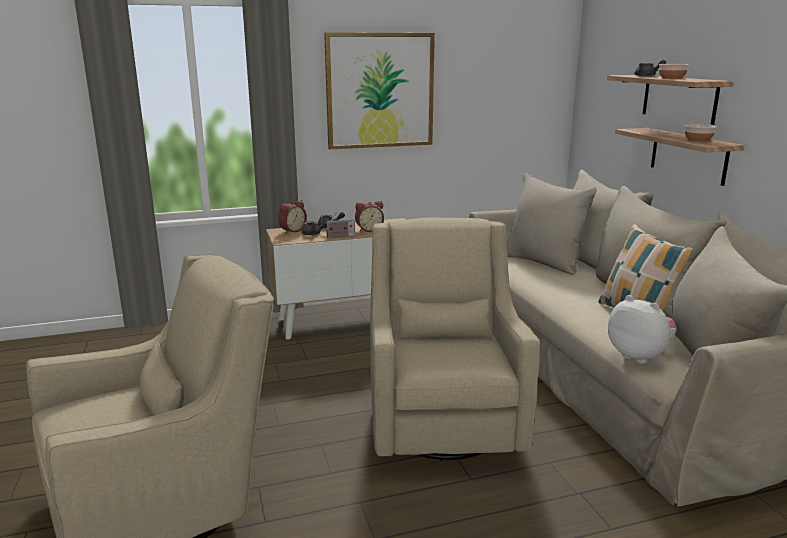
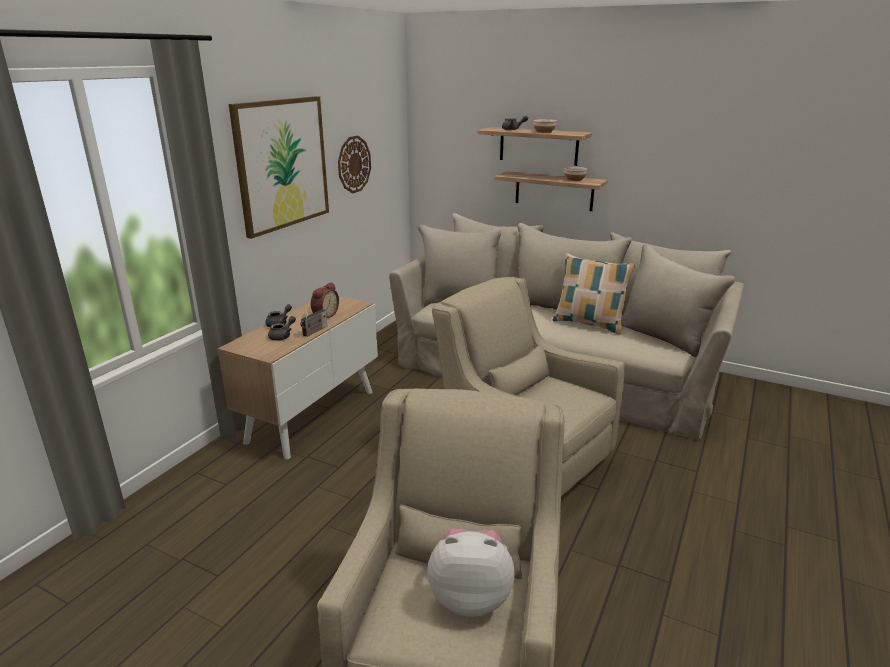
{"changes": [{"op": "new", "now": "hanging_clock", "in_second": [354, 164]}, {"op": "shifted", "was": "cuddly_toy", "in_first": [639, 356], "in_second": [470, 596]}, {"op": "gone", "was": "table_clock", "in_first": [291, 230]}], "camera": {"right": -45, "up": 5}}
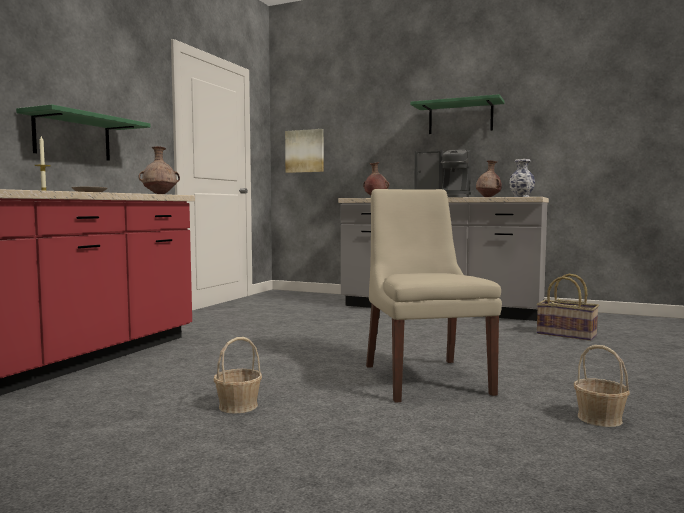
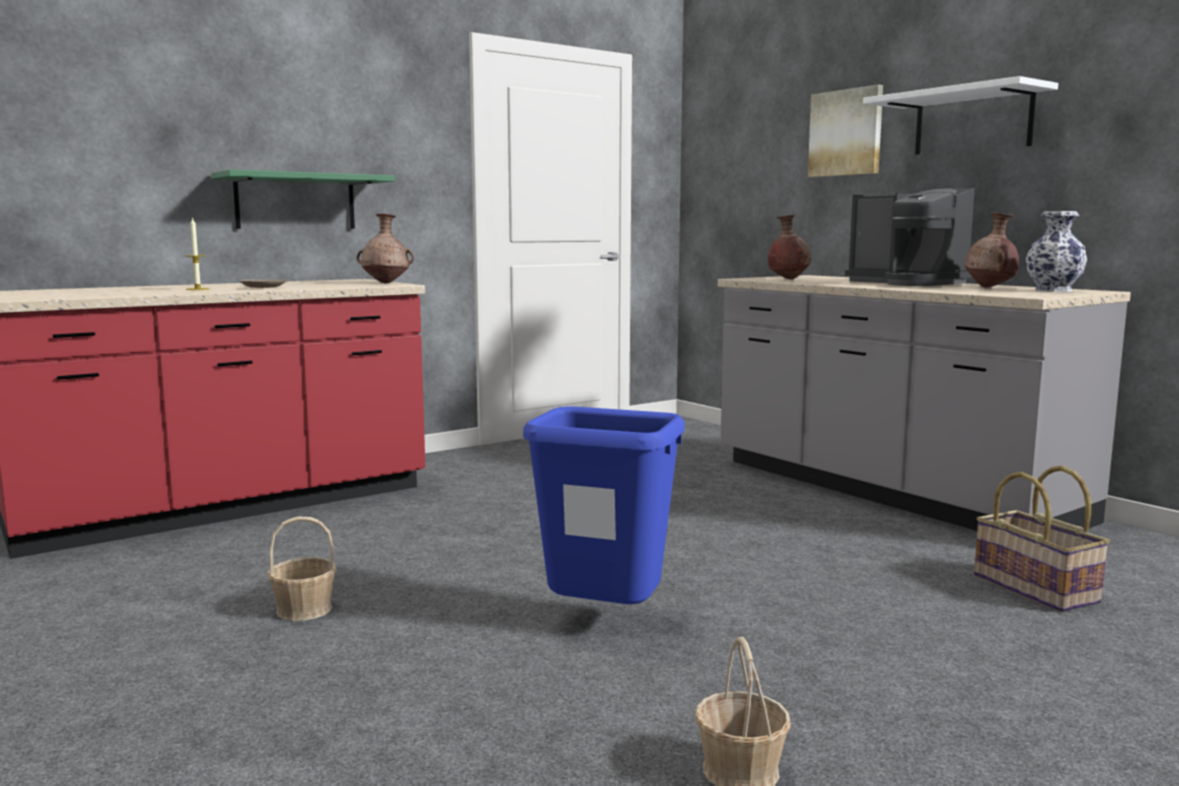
{"changes": [{"op": "swapped", "was": "sand-coloured_upright_chair", "now": "blue_trash_can", "in_first": [424, 378], "in_second": [605, 623]}, {"op": "shifted", "was": "picture", "in_first": [305, 151], "in_second": [846, 133]}, {"op": "repainted", "was": "greenish_shelf", "now": "white-coloured_shelf", "in_first": [460, 118], "in_second": [972, 122]}], "camera": {"right": 30, "up": 5}}
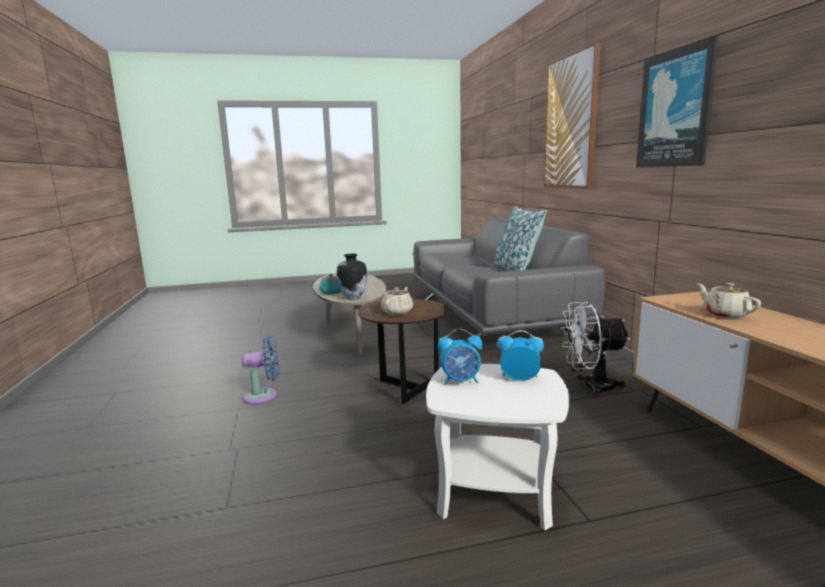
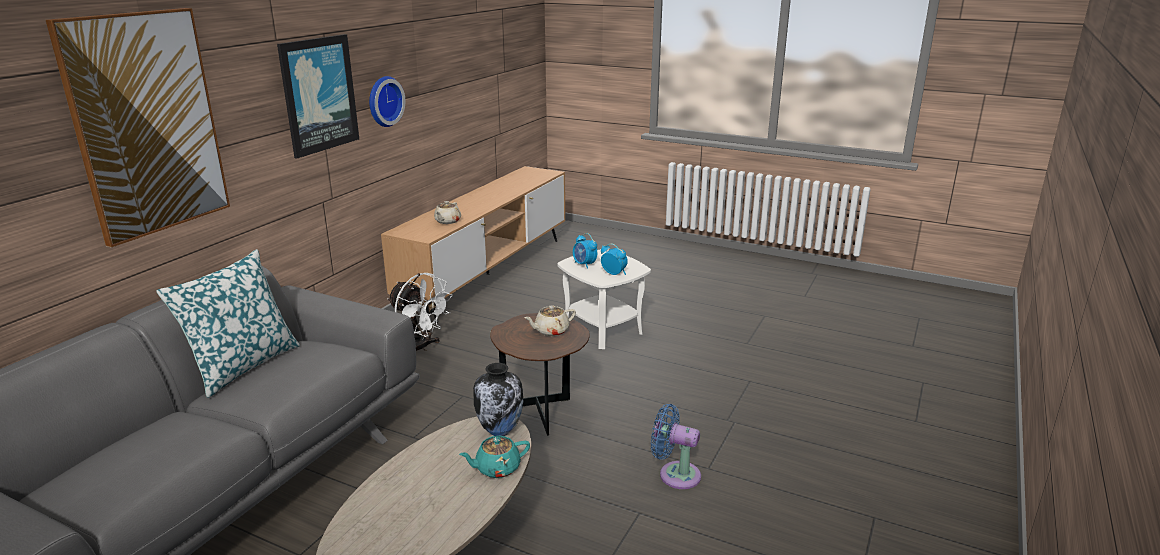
{"changes": [{"op": "new", "now": "hanging_clock", "in_second": [383, 101]}], "camera": {"right": -140, "up": 10}}
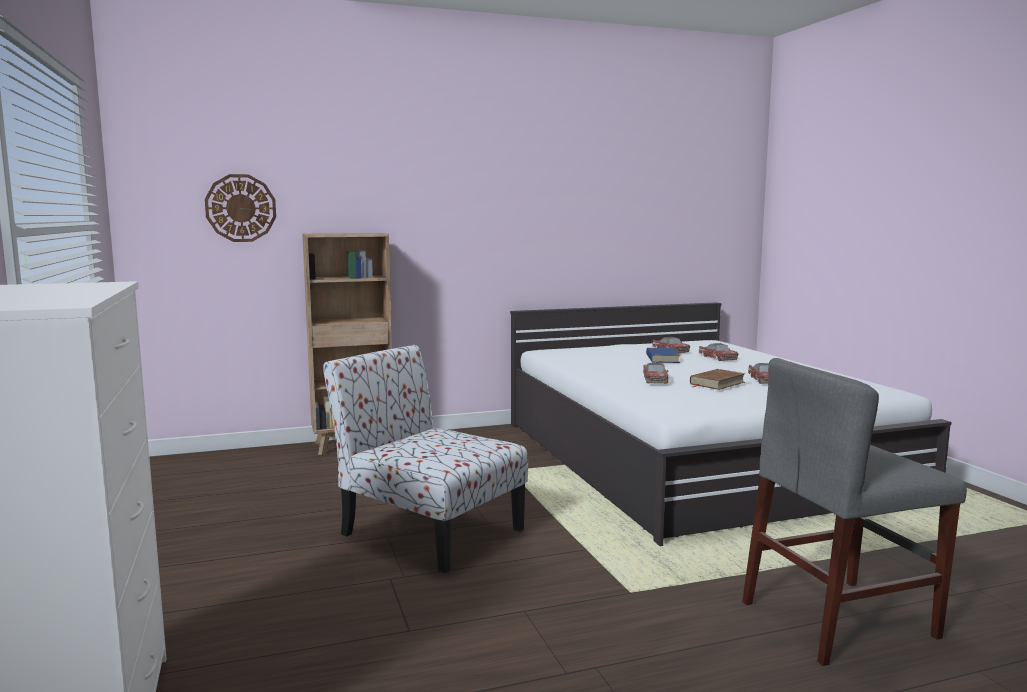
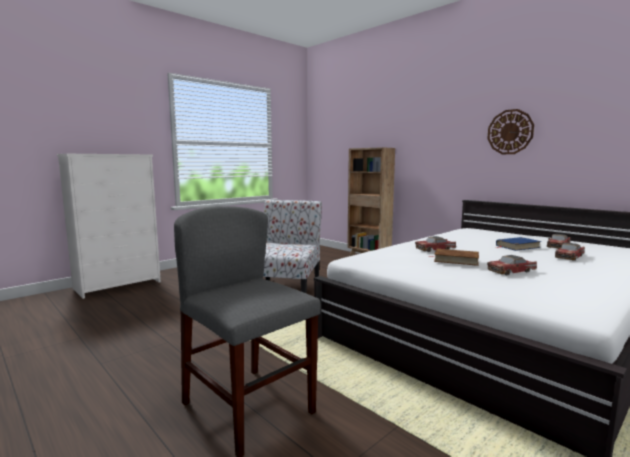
{"changes": [{"op": "shifted", "was": "hanging_clock", "in_first": [241, 208], "in_second": [510, 132]}], "camera": {"right": 65, "up": 0}}
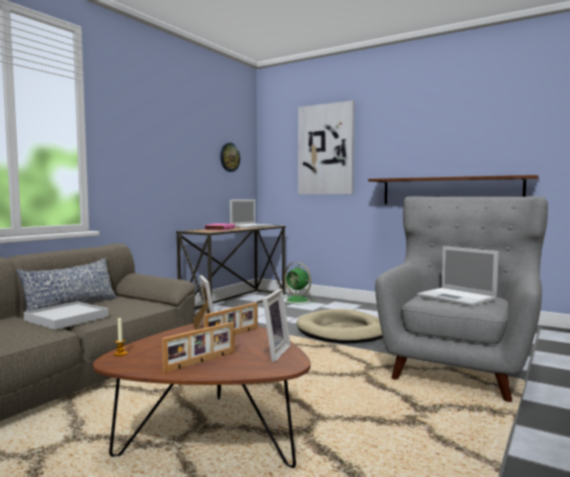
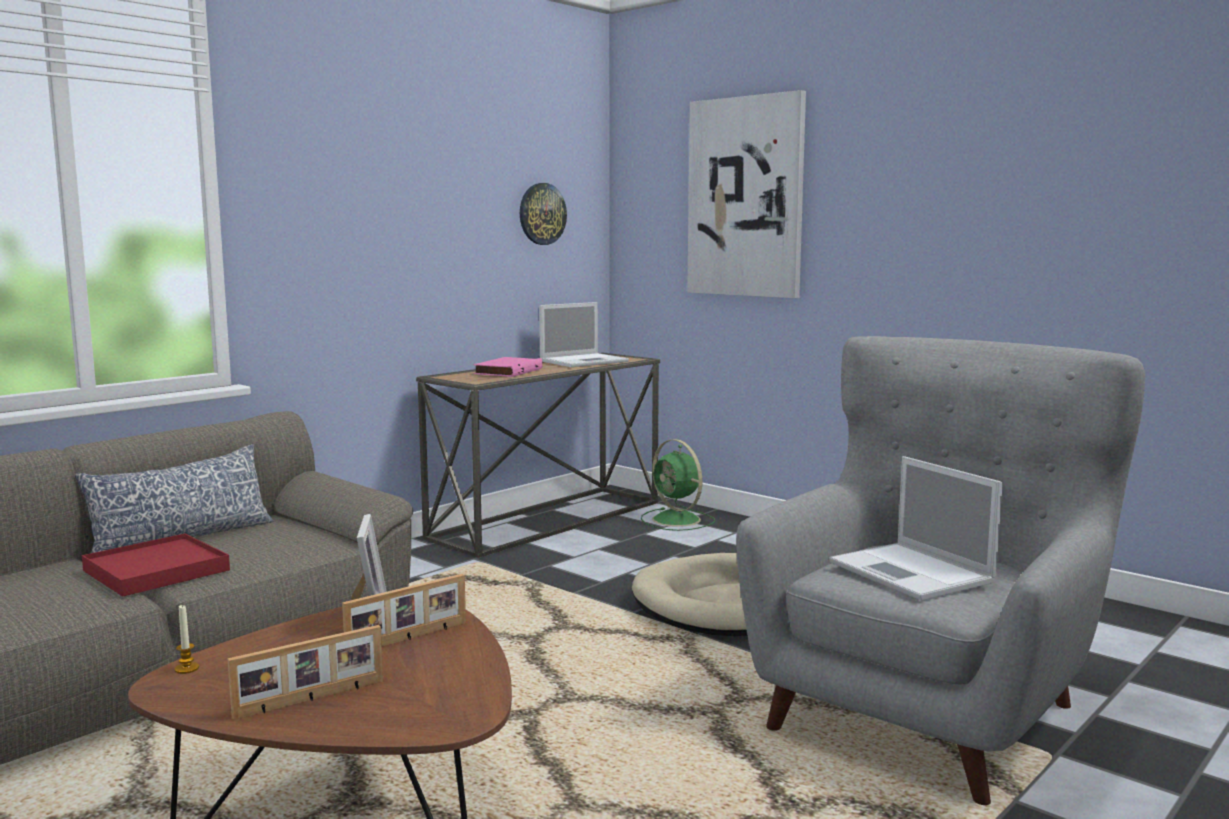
{"changes": [{"op": "repainted", "was": "white-coloured_carrying_tray", "now": "reddish_carrying_tray", "in_first": [67, 318], "in_second": [156, 570]}, {"op": "gone", "was": "photo_frame", "in_first": [272, 352]}, {"op": "gone", "was": "brown_shelf", "in_first": [449, 191]}], "camera": {"right": 10, "up": 5}}
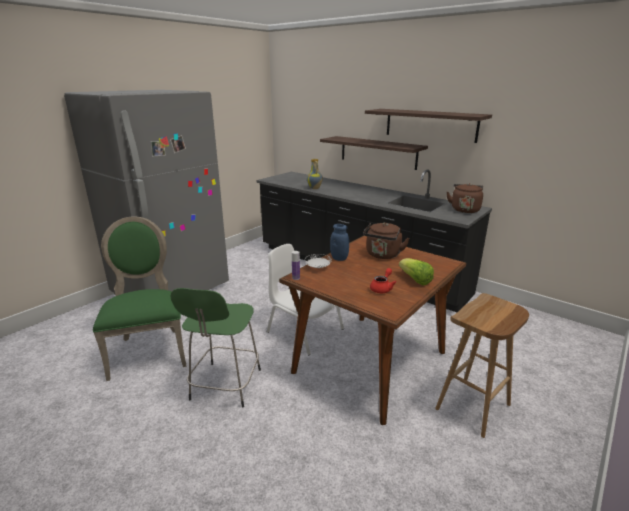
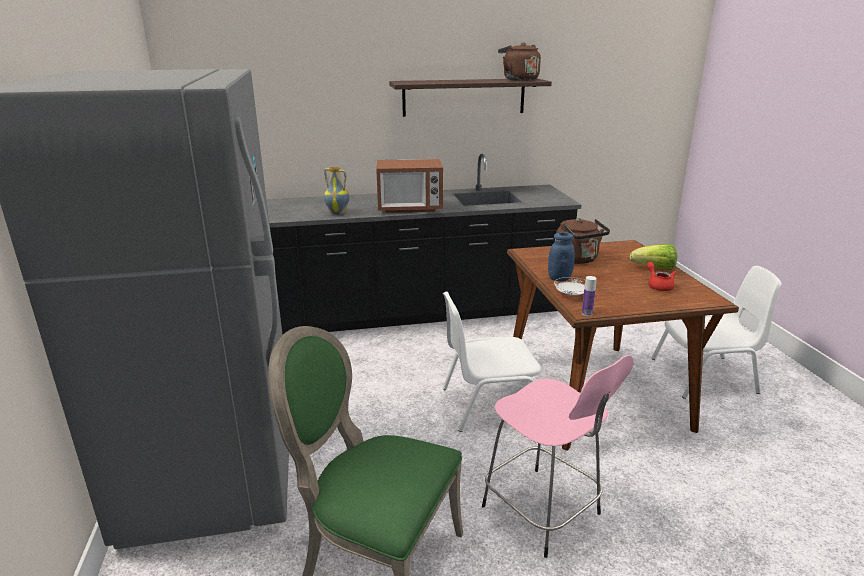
{"changes": [{"op": "new", "now": "microwave_oven", "in_second": [409, 208]}, {"op": "repainted", "was": "greenish_sitting_stool", "now": "pink-coloured_sitting_stool", "in_first": [225, 386], "in_second": [544, 512]}, {"op": "shifted", "was": "brown_tea_kettle", "in_first": [464, 209], "in_second": [518, 79]}, {"op": "swapped", "was": "brown_sitting_stool", "now": "white-coloured_upright_chair", "in_first": [473, 407], "in_second": [705, 376]}, {"op": "gone", "was": "shelf", "in_first": [378, 152]}], "camera": {"right": -50, "up": 0}}
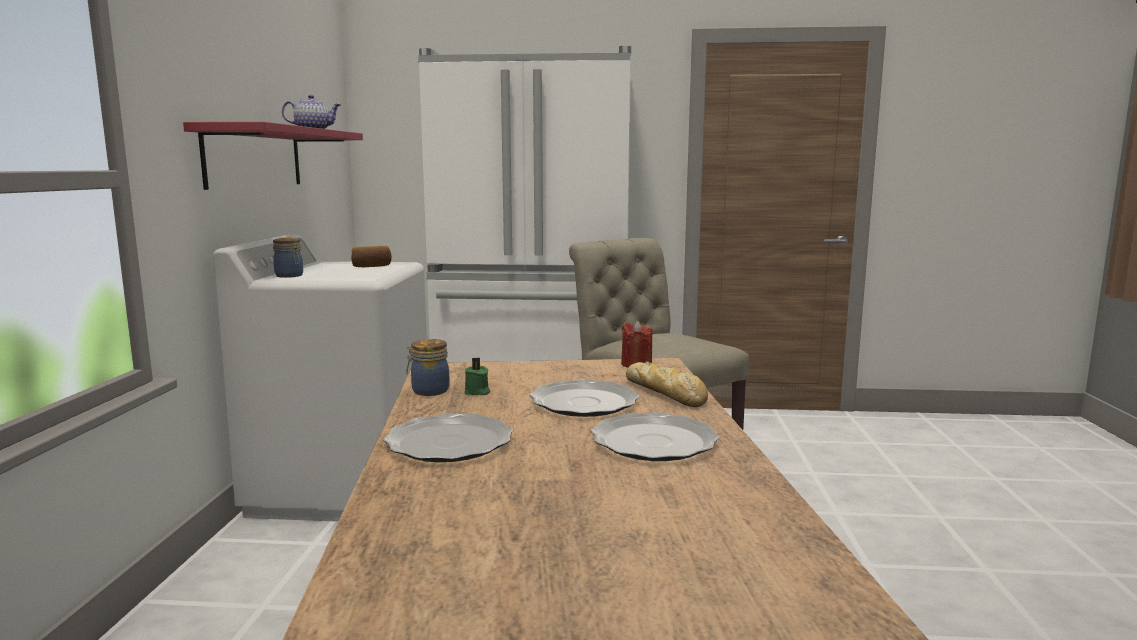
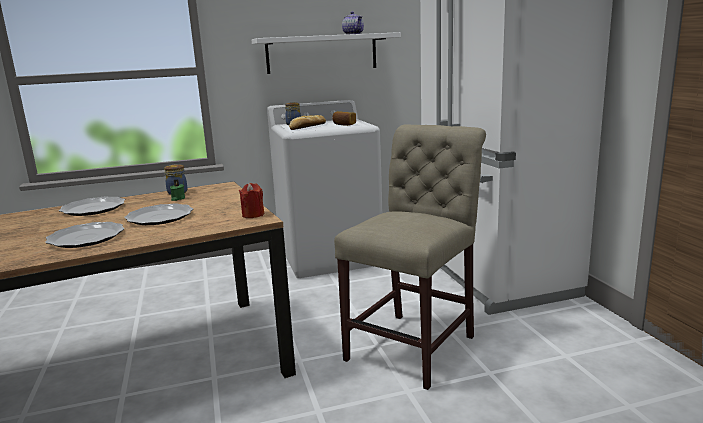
{"changes": [{"op": "repainted", "was": "reddish_shelf", "now": "white-coloured_shelf", "in_first": [254, 157], "in_second": [322, 53]}, {"op": "shifted", "was": "bakery_bread", "in_first": [666, 393], "in_second": [307, 127]}], "camera": {"right": 70, "up": 5}}
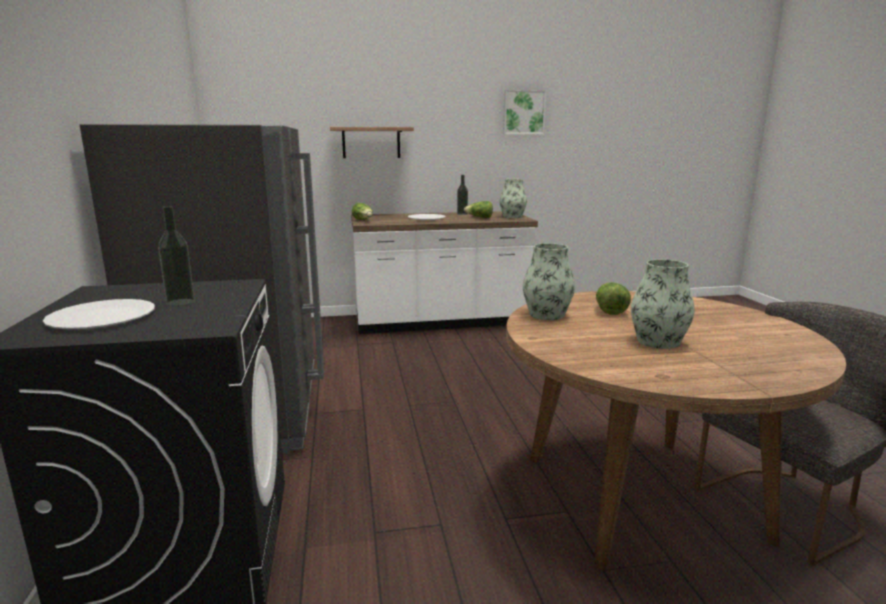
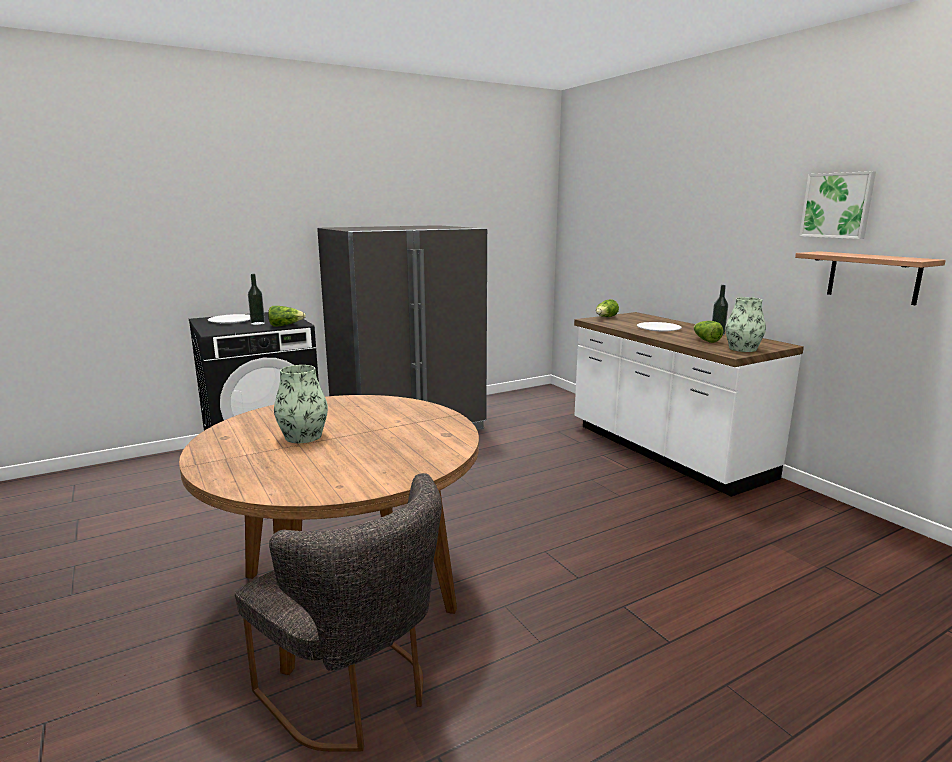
{"changes": [{"op": "shifted", "was": "head_of_lettuce", "in_first": [610, 310], "in_second": [285, 325]}, {"op": "shifted", "was": "shelf", "in_first": [371, 142], "in_second": [873, 277]}, {"op": "gone", "was": "decorative_vase", "in_first": [546, 314]}], "camera": {"right": 70, "up": 0}}
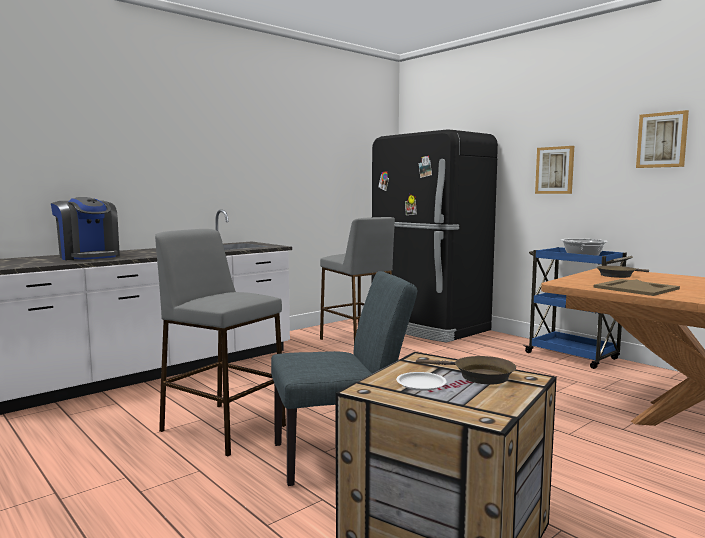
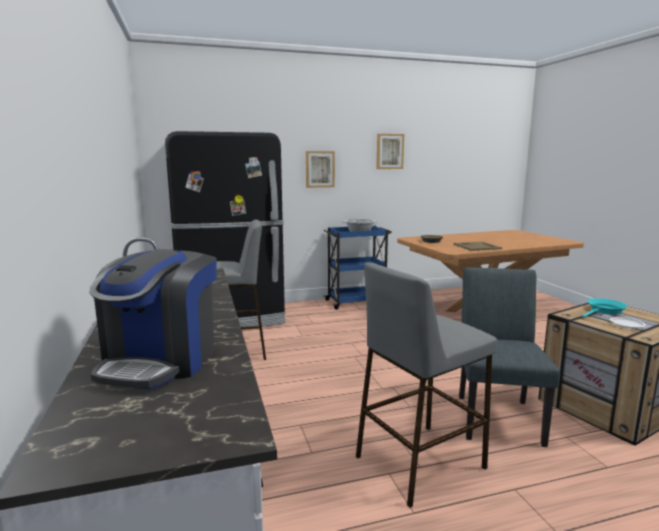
{"changes": [{"op": "rotated", "was": "coffee_machine", "in_first": [89, 257], "in_second": [161, 361], "clockwise": 120}, {"op": "repainted", "was": "brown_skillet", "now": "blue-green_skillet", "in_first": [478, 376], "in_second": [604, 311]}], "camera": {"right": -65, "up": 5}}
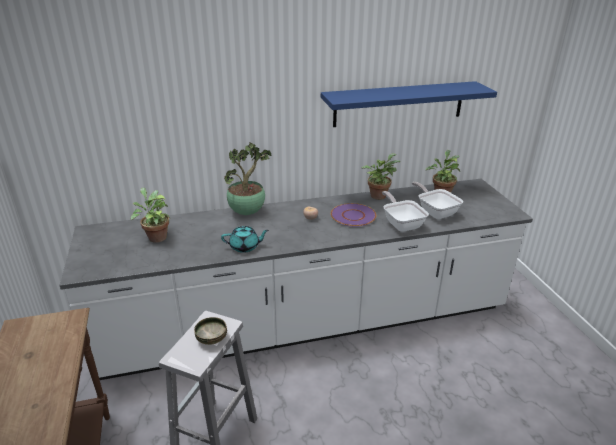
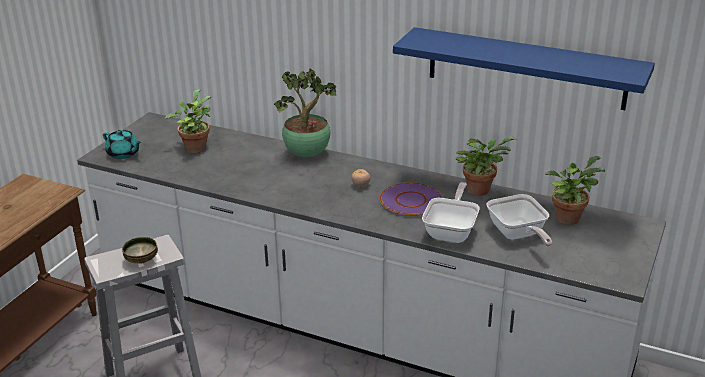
{"changes": [{"op": "shifted", "was": "blue-green_tea_pot", "in_first": [245, 247], "in_second": [123, 154]}, {"op": "rotated", "was": "skillet", "in_first": [435, 212], "in_second": [518, 235], "clockwise": 150}], "camera": {"right": 40, "up": 0}}
